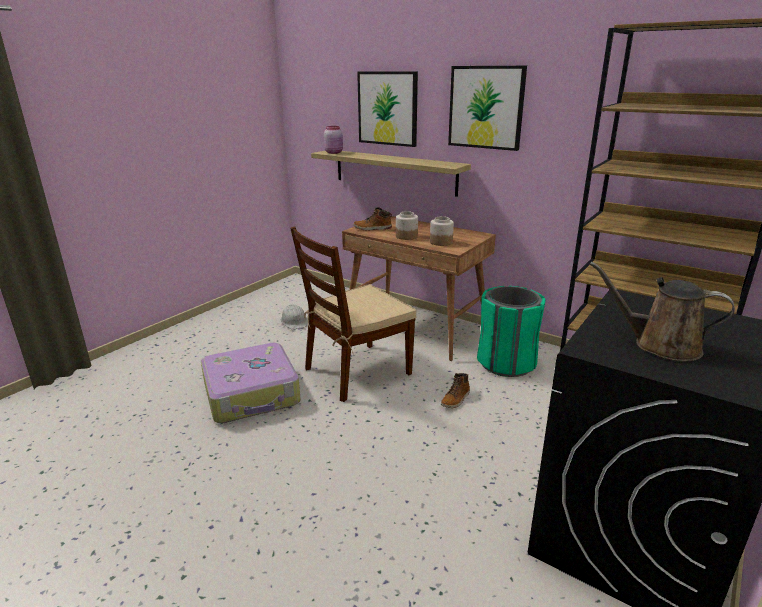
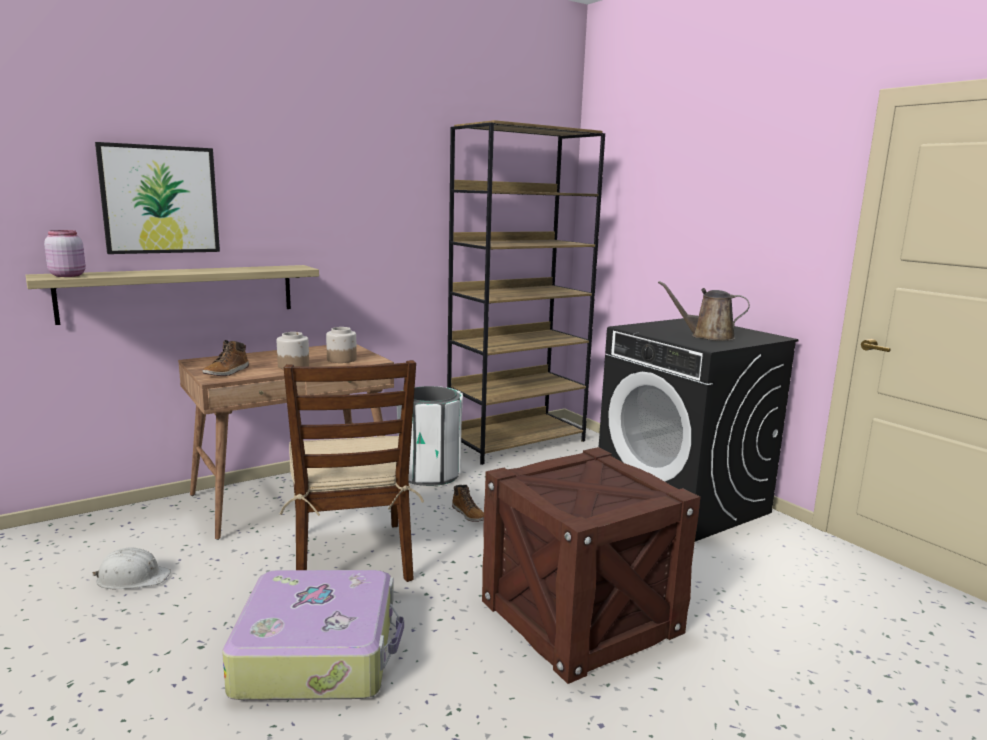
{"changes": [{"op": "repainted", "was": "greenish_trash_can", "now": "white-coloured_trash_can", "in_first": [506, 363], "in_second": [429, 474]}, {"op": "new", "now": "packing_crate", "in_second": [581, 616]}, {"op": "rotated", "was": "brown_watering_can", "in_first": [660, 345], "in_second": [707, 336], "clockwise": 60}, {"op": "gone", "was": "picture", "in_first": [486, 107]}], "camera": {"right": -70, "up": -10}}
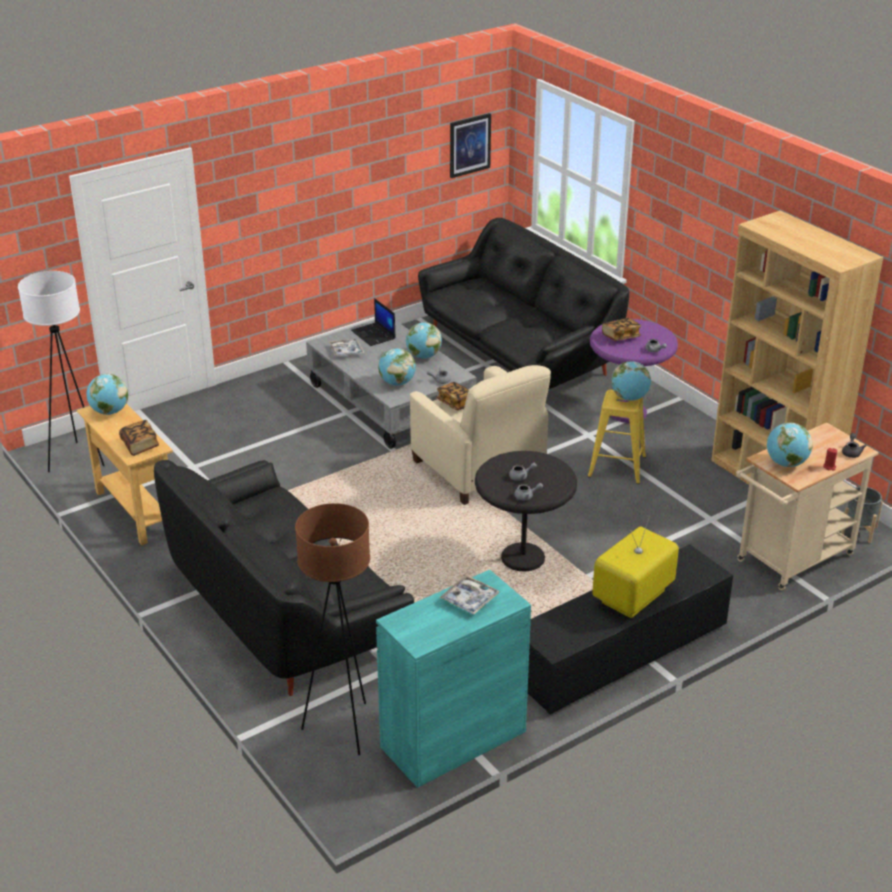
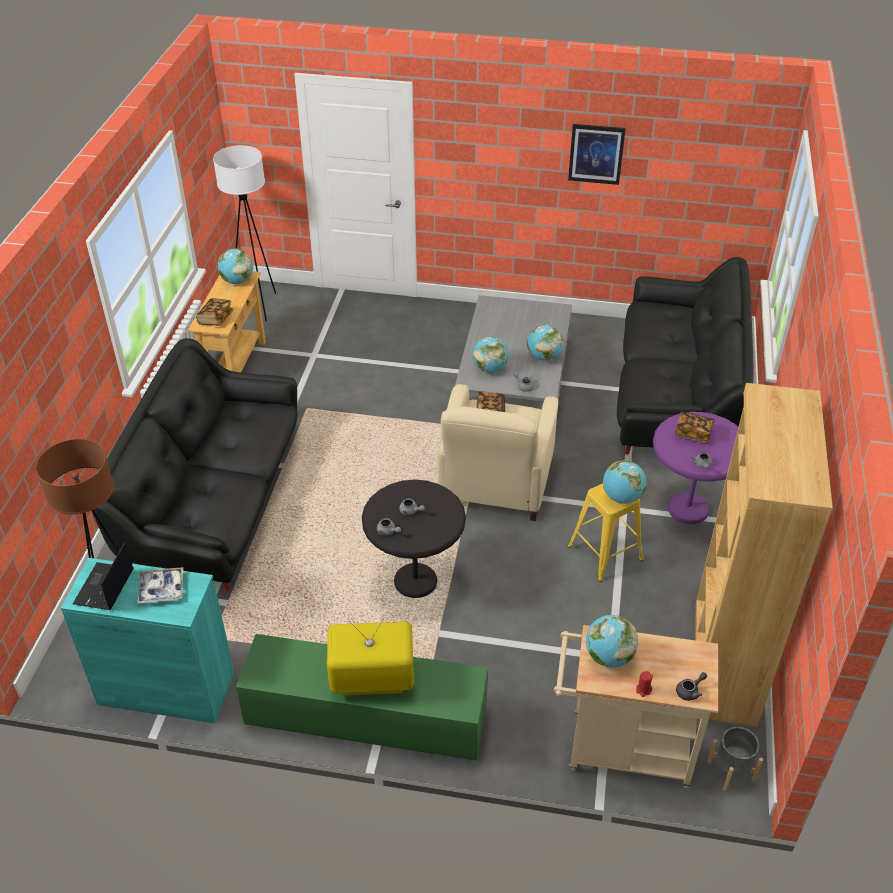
{"changes": [{"op": "shifted", "was": "notebook_computer", "in_first": [374, 335], "in_second": [104, 587]}, {"op": "repainted", "was": "blackish_media_console", "now": "greenish_media_console", "in_first": [619, 654], "in_second": [364, 717]}, {"op": "shifted", "was": "picture", "in_first": [469, 145], "in_second": [596, 154]}, {"op": "gone", "was": "carrying_tray", "in_first": [346, 351]}], "camera": {"right": 45, "up": 10}}
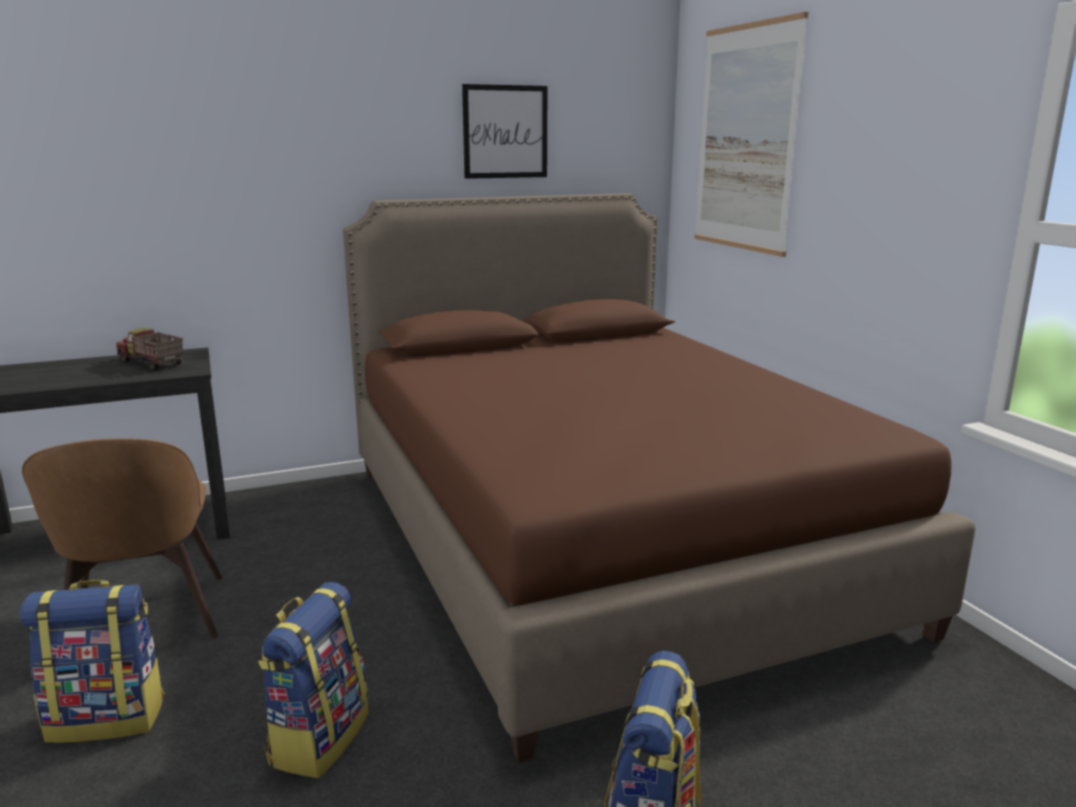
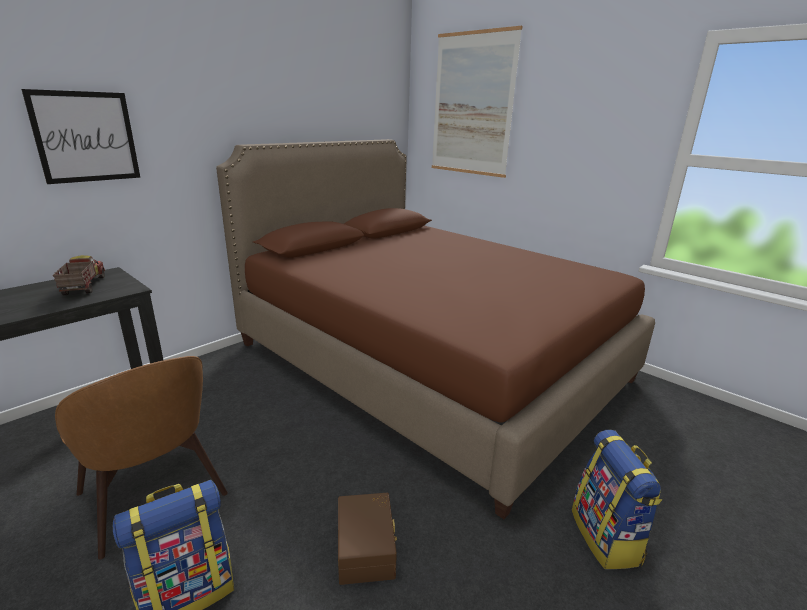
{"changes": [{"op": "shifted", "was": "picture", "in_first": [505, 132], "in_second": [86, 137]}, {"op": "rotated", "was": "toy_lorry", "in_first": [151, 363], "in_second": [83, 286], "clockwise": 60}, {"op": "swapped", "was": "knapsack", "now": "brown_storage_box", "in_first": [318, 737], "in_second": [367, 547]}], "camera": {"right": -25, "up": 5}}
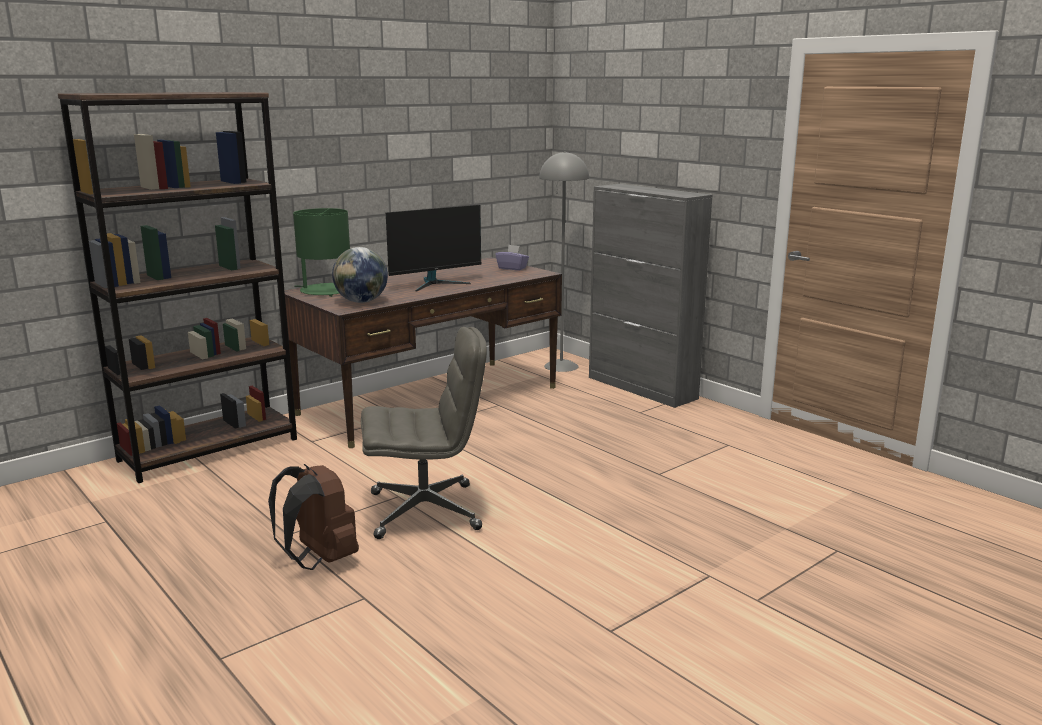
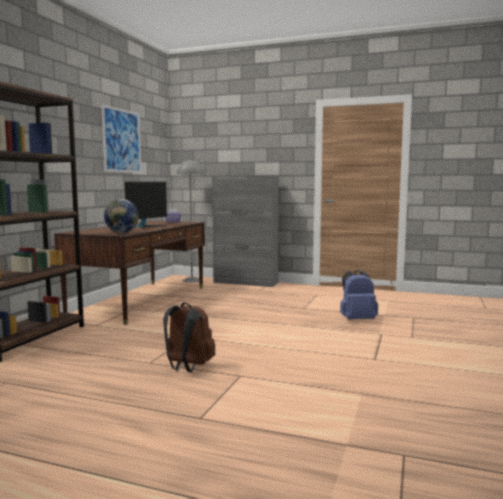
{"changes": [{"op": "new", "now": "picture", "in_second": [122, 141]}, {"op": "new", "now": "blue_knapsack", "in_second": [357, 320]}, {"op": "gone", "was": "greenish_tabletop_lamp", "in_first": [325, 291]}, {"op": "gone", "was": "gray_computer_chair", "in_first": [426, 511]}], "camera": {"right": -30, "up": -10}}
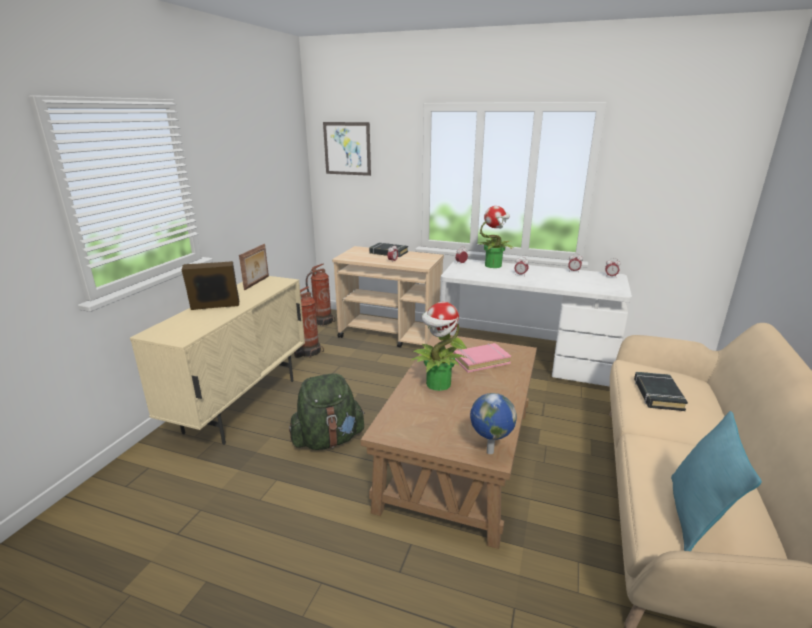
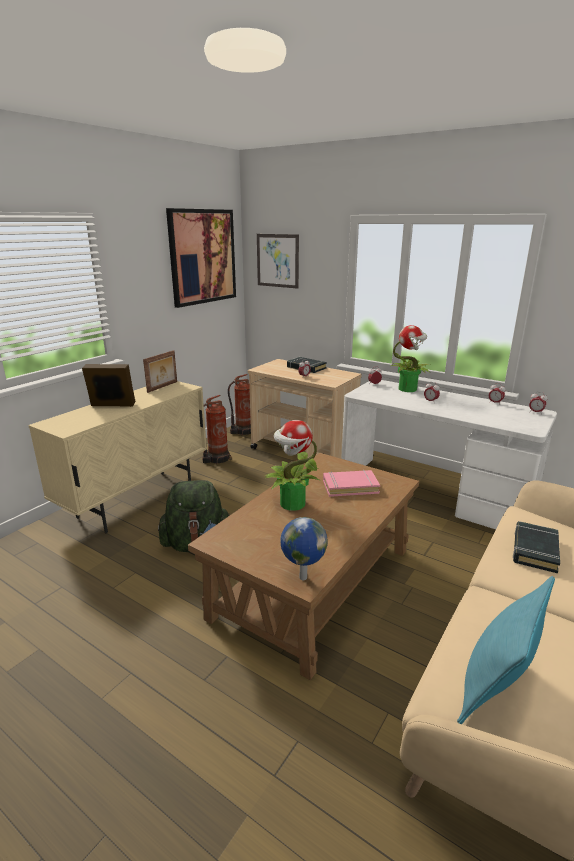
{"changes": [{"op": "new", "now": "picture", "in_second": [203, 257]}], "camera": {"right": 15, "up": 0}}
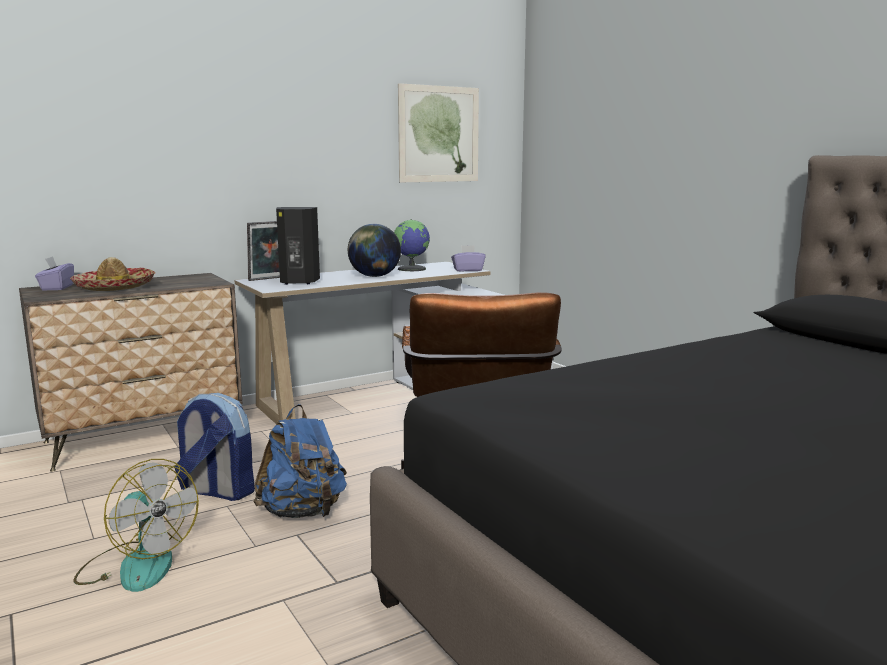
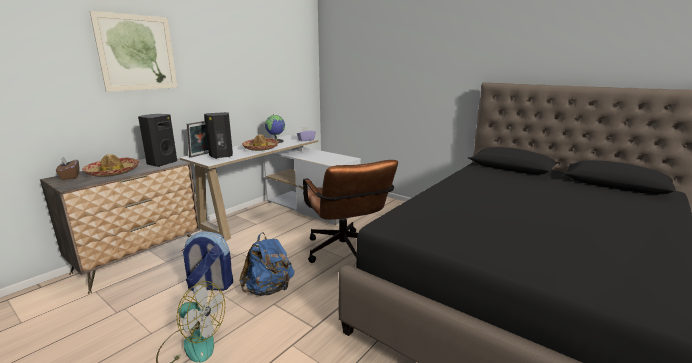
{"changes": [{"op": "repainted", "was": "purple-coloured_tissue_holder", "now": "brown_tissue_holder", "in_first": [56, 288], "in_second": [70, 176]}, {"op": "shifted", "was": "picture", "in_first": [439, 134], "in_second": [137, 53]}, {"op": "new", "now": "blackish_loudspeaker", "in_second": [161, 163]}, {"op": "swapped", "was": "globe", "now": "clothing_hat", "in_first": [374, 276], "in_second": [261, 148]}], "camera": {"right": -20, "up": 5}}
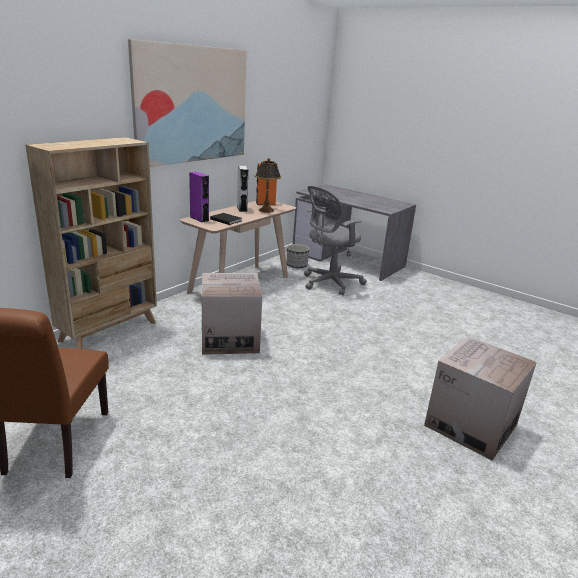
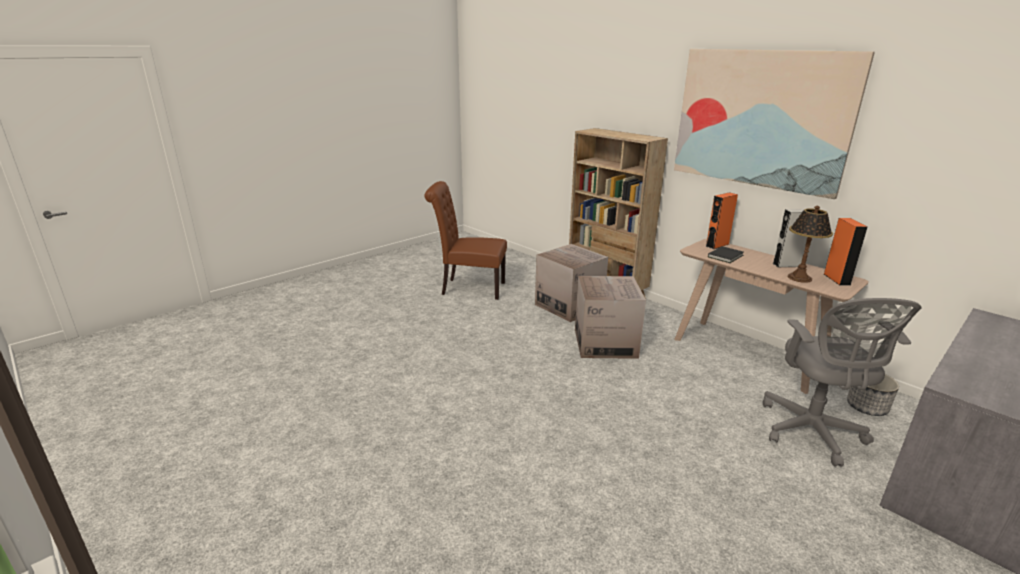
{"changes": [{"op": "shifted", "was": "cardboard_box", "in_first": [470, 425], "in_second": [569, 306]}, {"op": "repainted", "was": "purple-coloured_loudspeaker", "now": "orangey_loudspeaker", "in_first": [199, 219], "in_second": [717, 245]}, {"op": "rotated", "was": "gray_computer_chair", "in_first": [329, 283], "in_second": [812, 433], "clockwise": -150}], "camera": {"right": 100, "up": 0}}
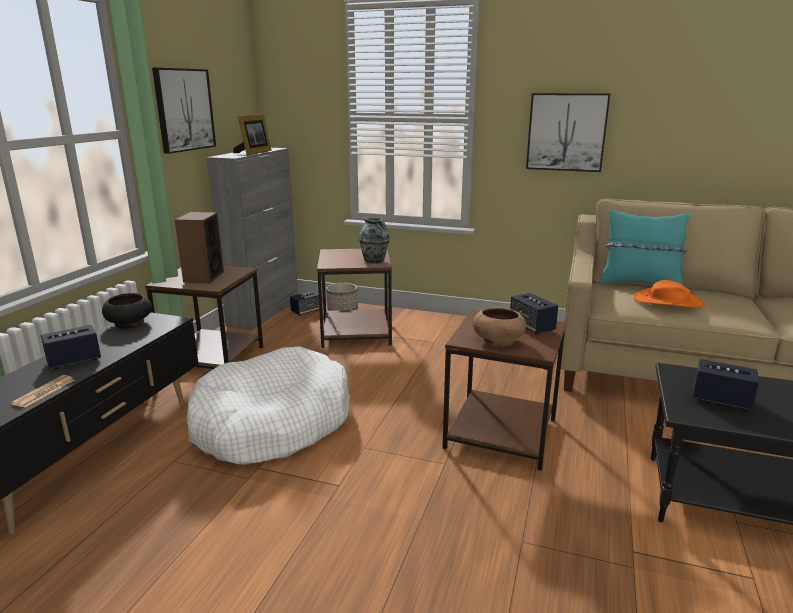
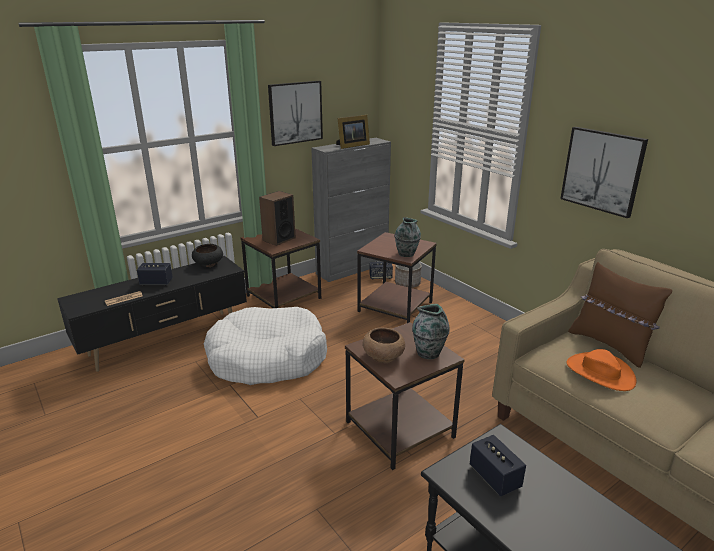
{"changes": [{"op": "swapped", "was": "loudspeaker", "now": "decorative_vase", "in_first": [531, 326], "in_second": [429, 353]}, {"op": "repainted", "was": "blue-green_cushion", "now": "brown_cushion", "in_first": [639, 284], "in_second": [609, 345]}], "camera": {"right": 35, "up": 5}}
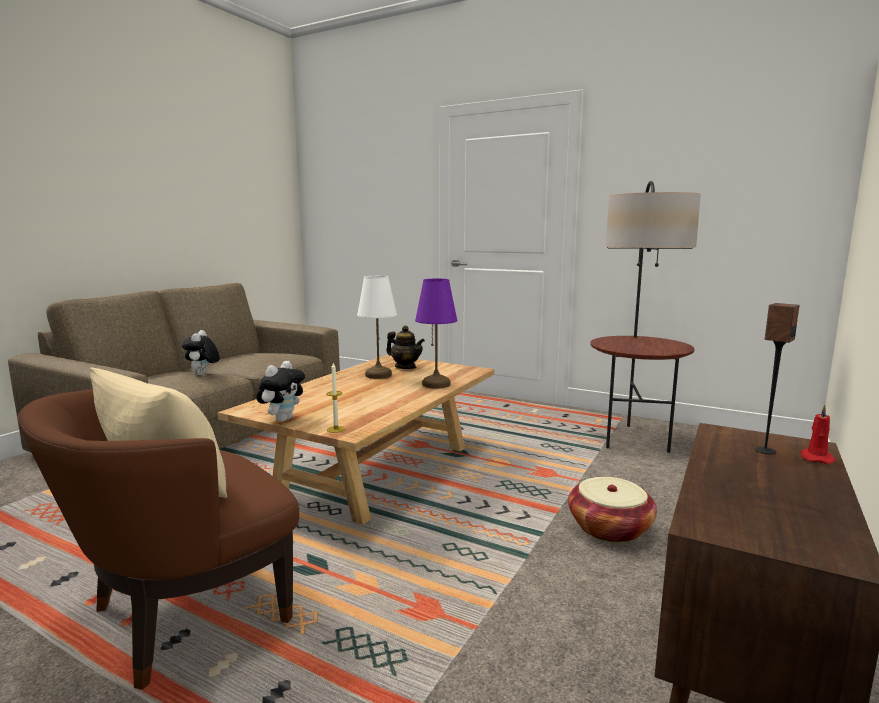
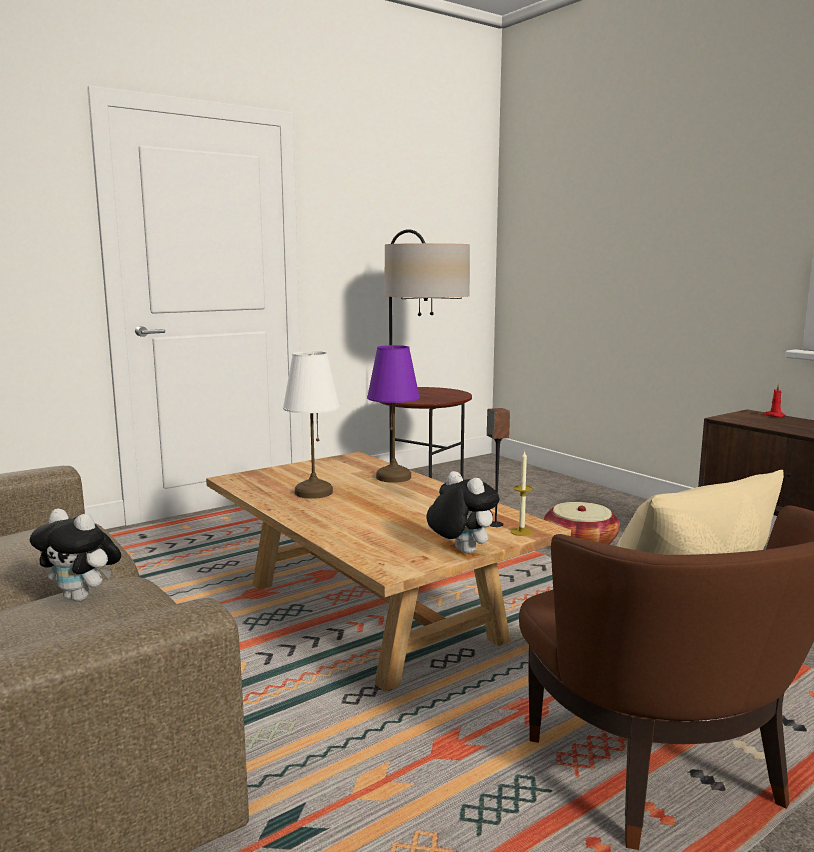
{"changes": [{"op": "shifted", "was": "loudspeaker", "in_first": [764, 450], "in_second": [495, 524]}, {"op": "gone", "was": "tea_pot", "in_first": [405, 367]}], "camera": {"right": -65, "up": 0}}
